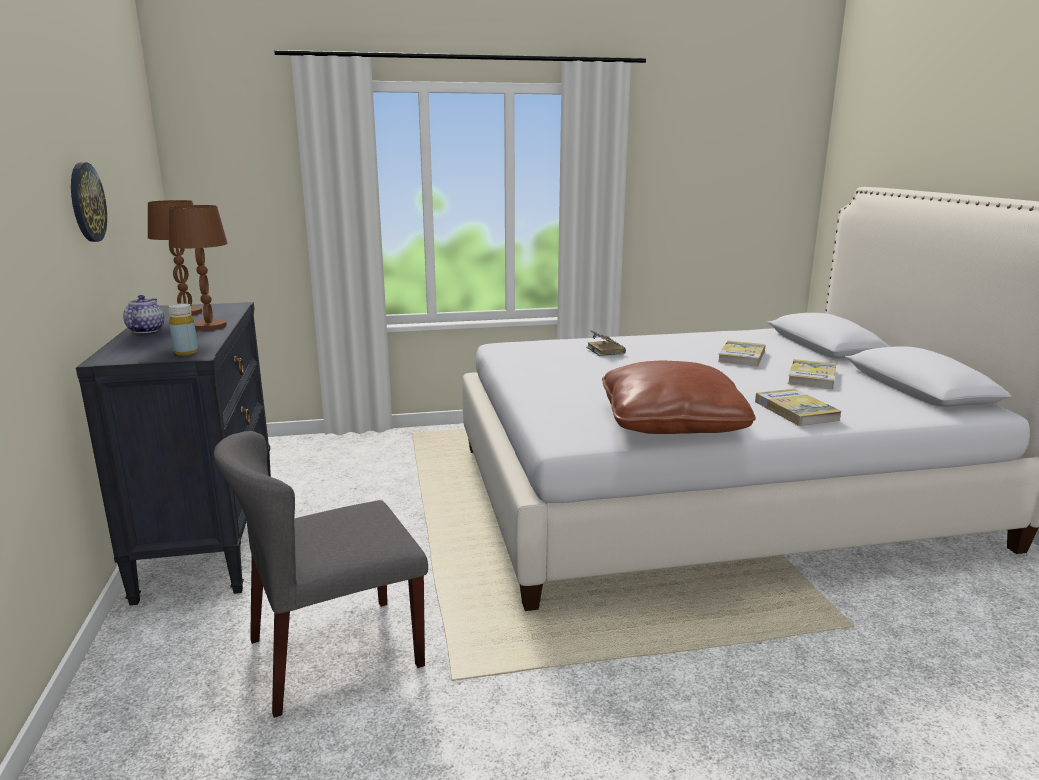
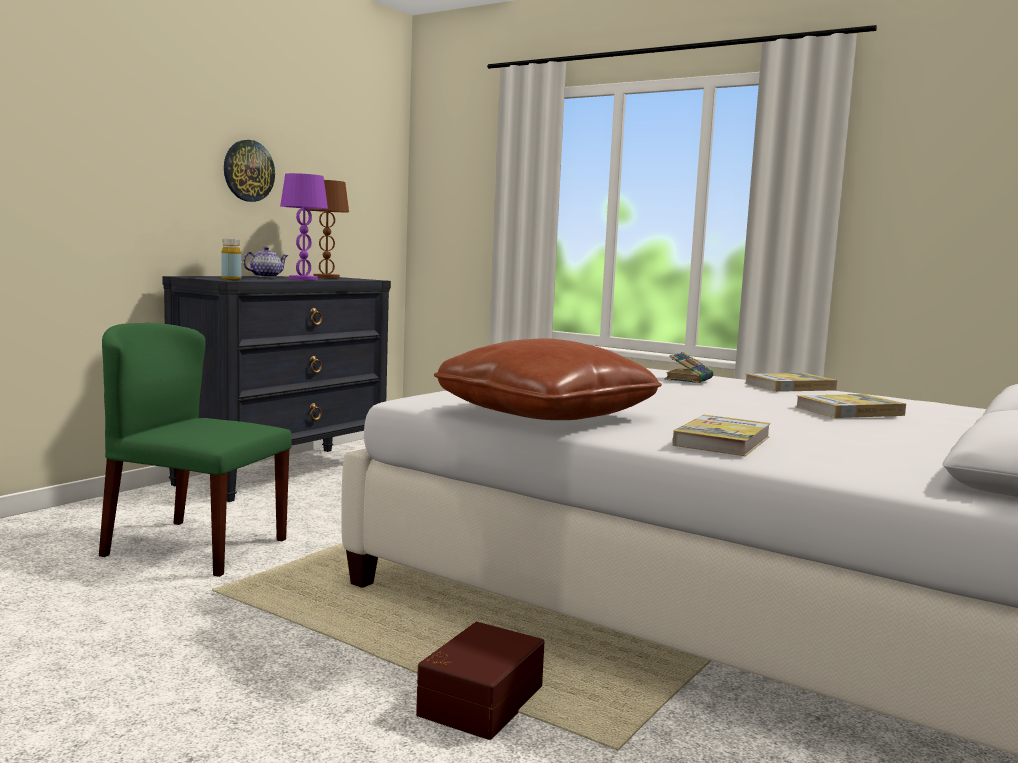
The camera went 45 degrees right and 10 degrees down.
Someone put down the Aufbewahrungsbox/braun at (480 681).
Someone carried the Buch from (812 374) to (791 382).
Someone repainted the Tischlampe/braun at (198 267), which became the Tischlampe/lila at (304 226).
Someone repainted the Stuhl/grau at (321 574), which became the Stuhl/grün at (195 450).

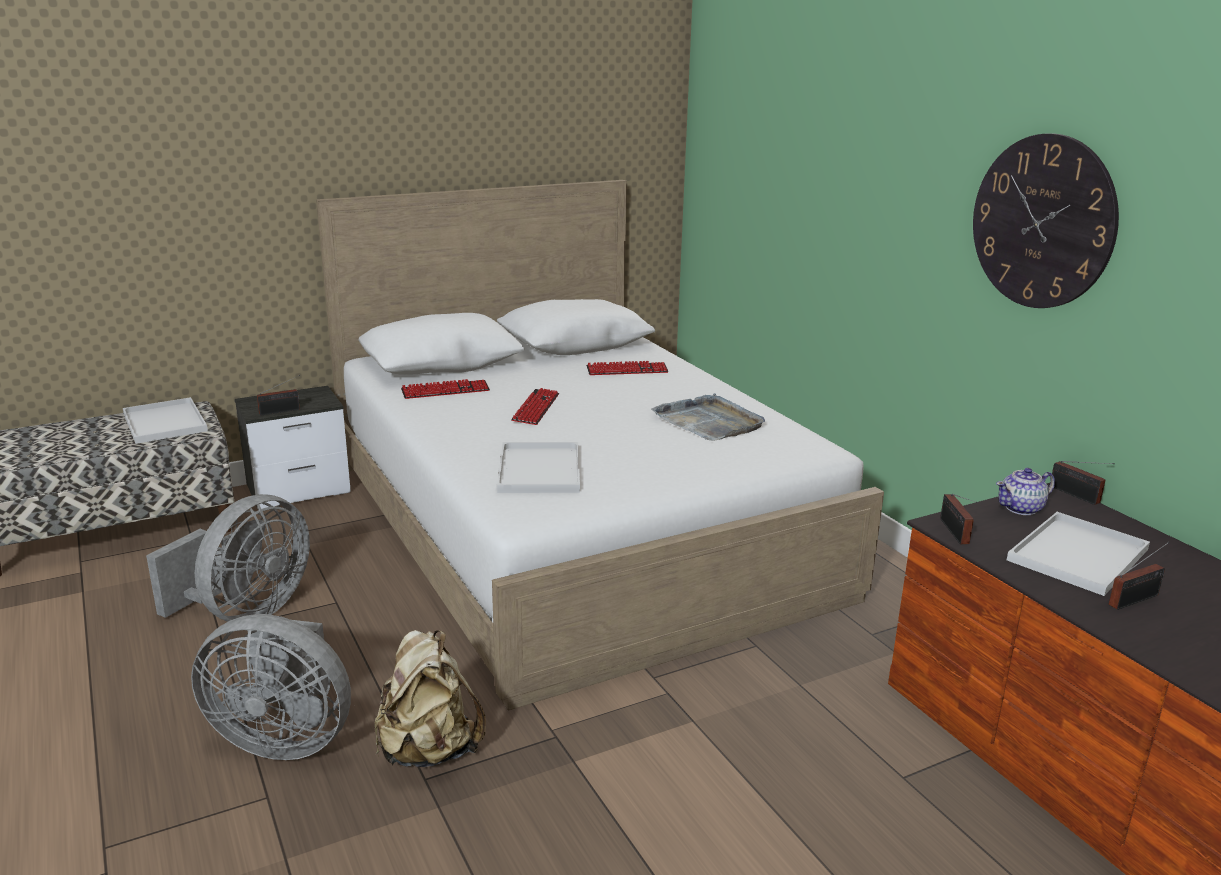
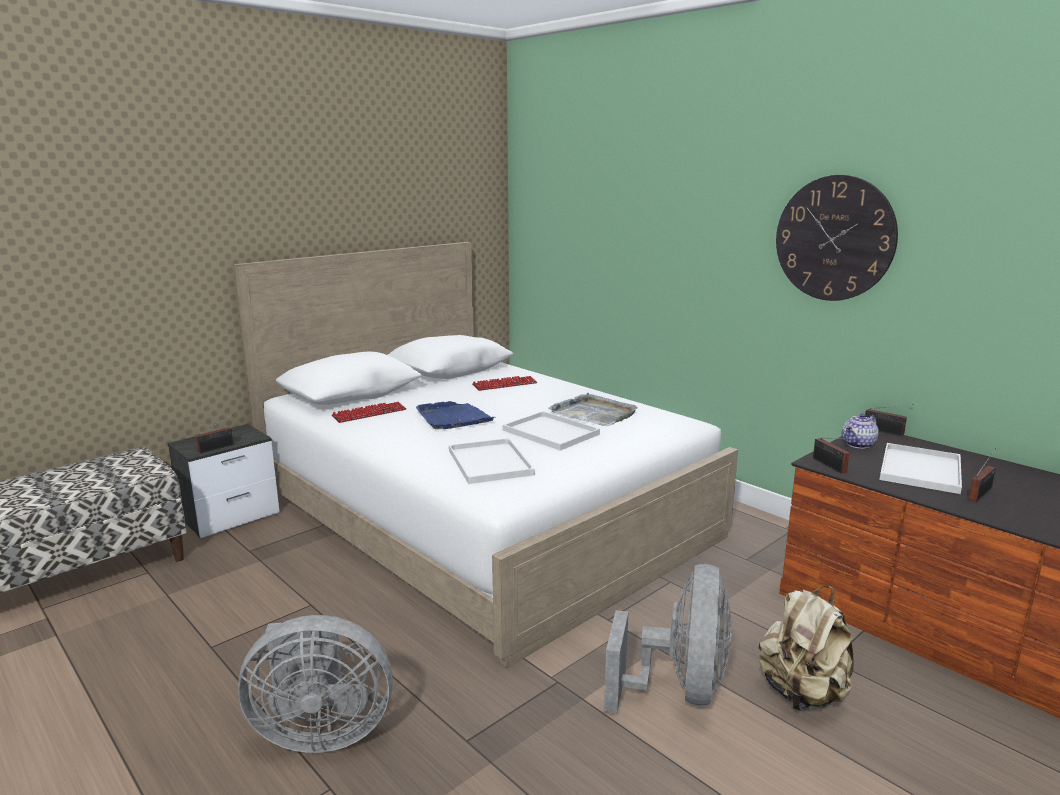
The camera went 15 degrees left and 5 degrees down.
Someone carried the Tablett/weiß from (165 420) to (551 431).
Someone carried the Ventilator/grau from (228 558) to (668 638).
Someone carried the Rucksack/beige from (430 698) to (806 648).
Someone swapped the Tastatur at (535 406) for the Tablett/blau at (455 415).

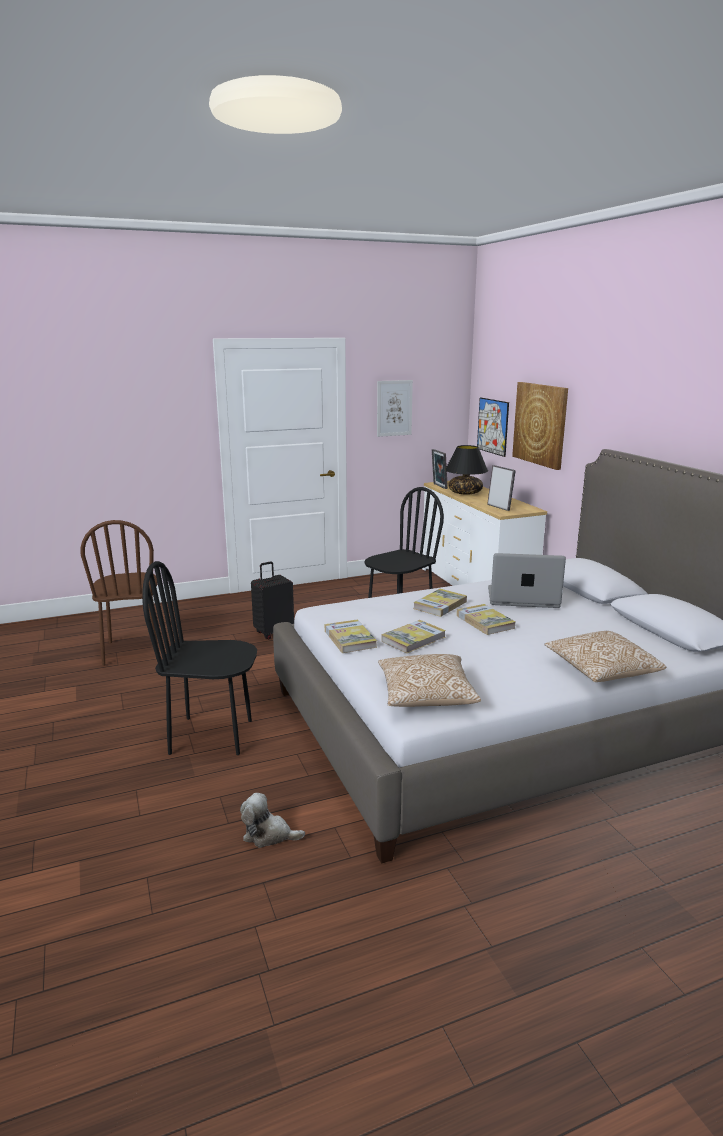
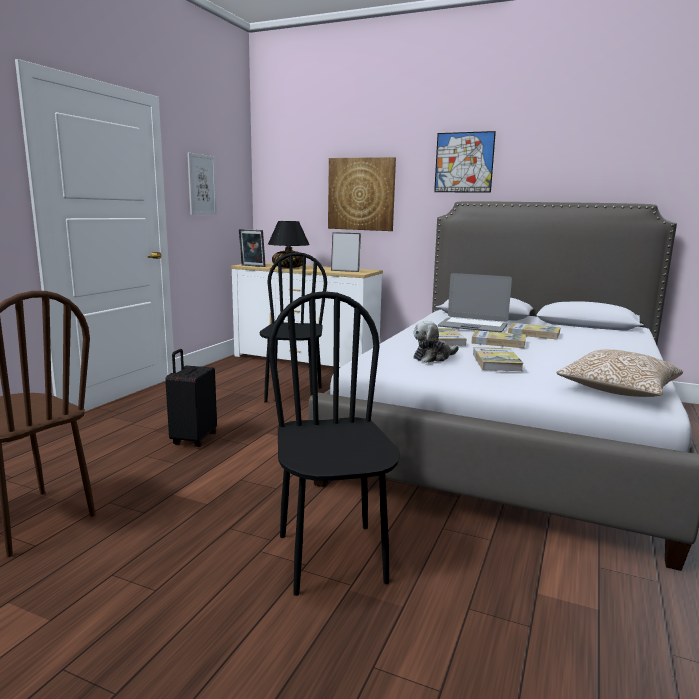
The camera went 45 degrees left and 5 degrees down.
Someone took away the Kissen at (605 656).
Someone carried the Plüschtier from (272 820) to (436 342).
Someone carried the Buch from (351 636) to (534 331).
Someone carried the Bild from (493 427) to (465 162).
Someone rotated the Stuhl/schwarz at (199 658) by 120 degrees clockwise.
Someone rotated the Laptop at (527 580) by 120 degrees counterclockwise.

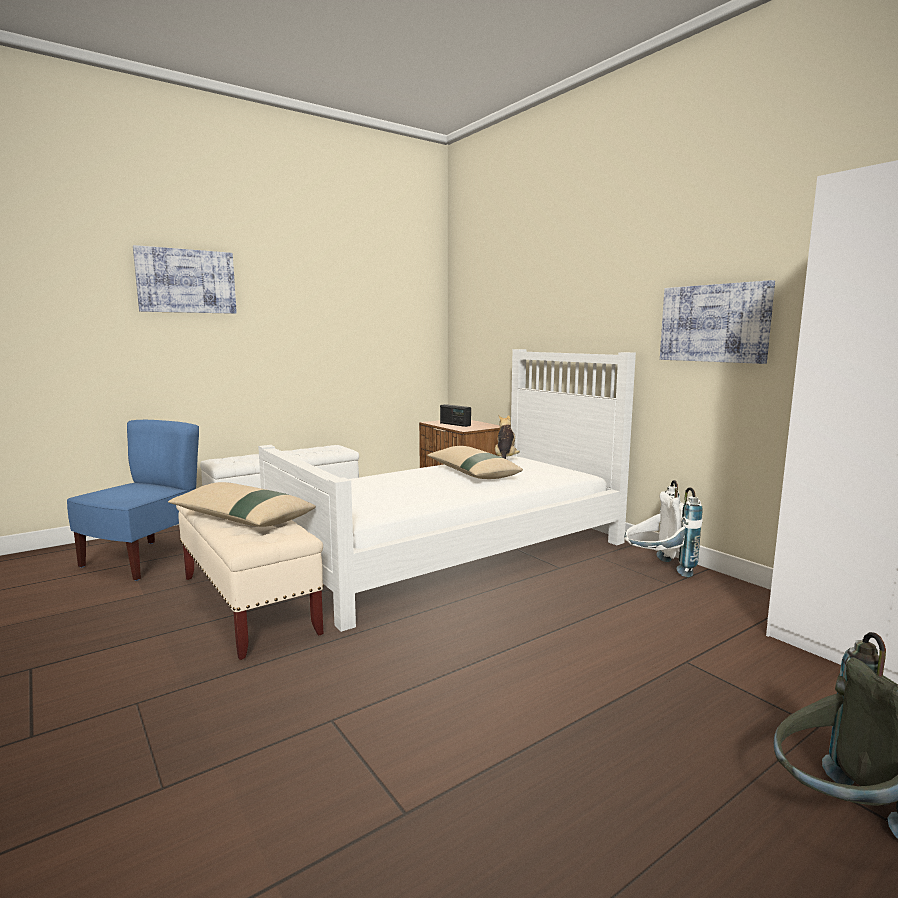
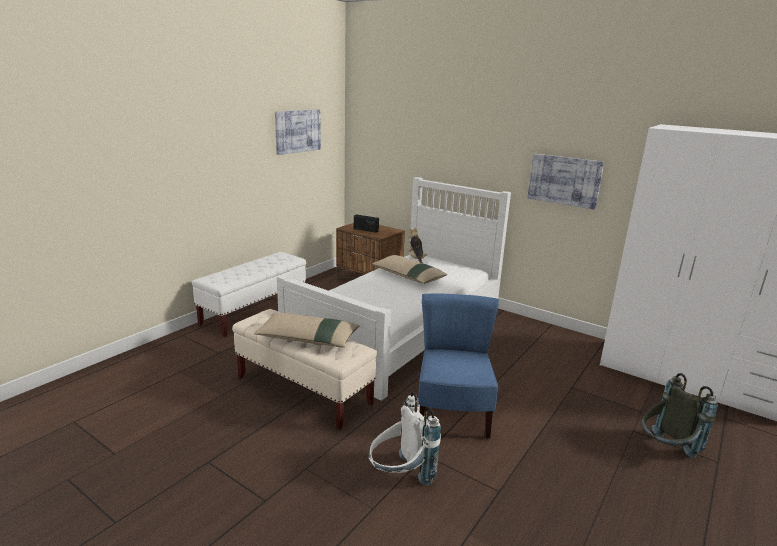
The camera went 20 degrees left and 10 degrees up.
Someone carried the Stuhl/blau from (133 500) to (458 366).
Someone carried the Bild from (185 279) to (298 132).
Someone carried the Rucksack/weiß from (663 528) to (404 439).

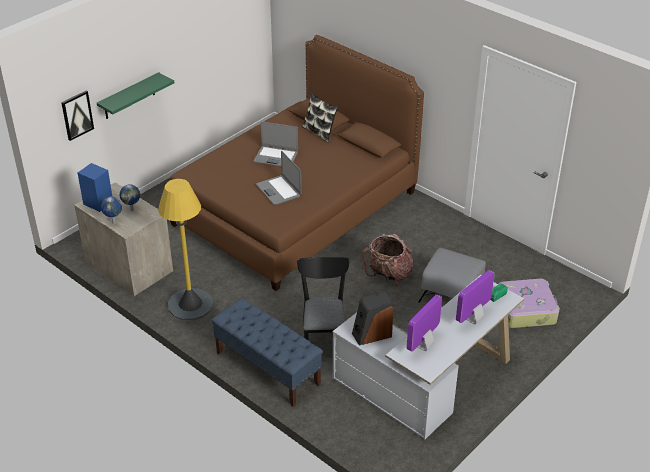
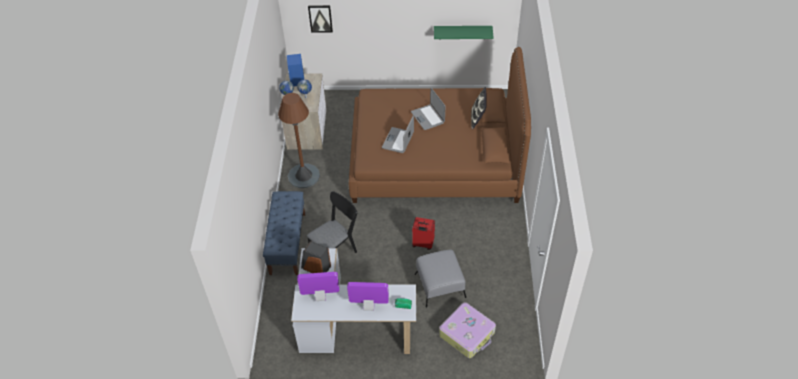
The camera went 50 degrees right and 10 degrees up.
Someone carried the Wandregal/grün from (135 95) to (464 32).
Someone swapped the Rucksack at (387 260) for the Koffer/rot at (423 233).
Someone repainted the Stehlampe/gelb at (185 249), which became the Stehlampe/braun at (299 140).

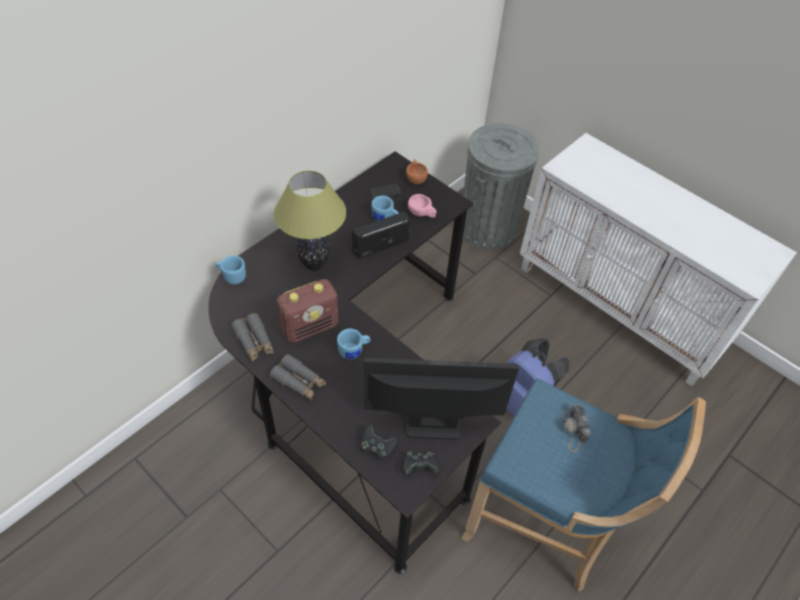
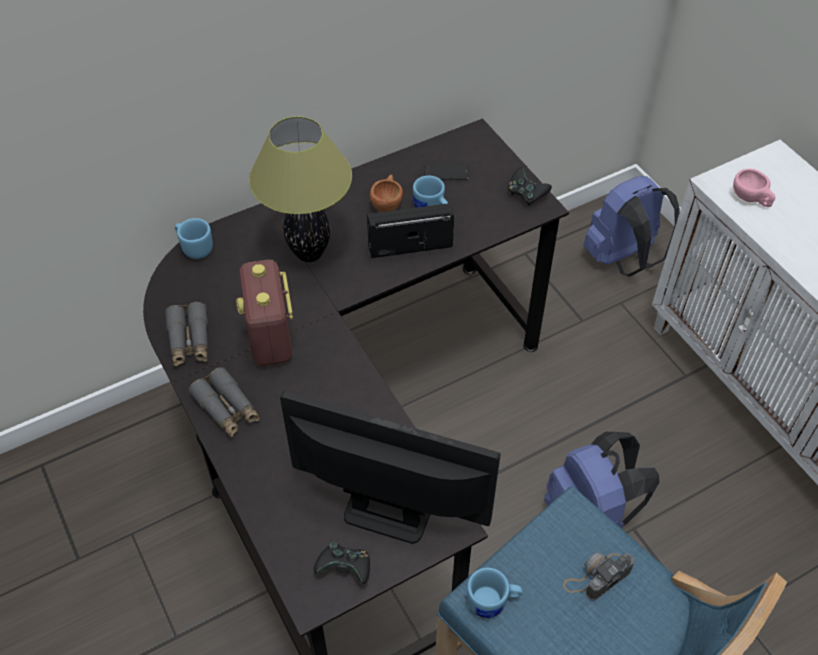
The camera went 20 degrees right and 0 degrees up.
Someone carried the Henkelbecher/blau from (354 344) to (495 593).
Someone carried the Gamepad/schwarz from (380 442) to (529 186).
Someone carried the Tasse/braun from (417 172) to (386 193).
Someone carried the Tasse/rosa from (422 206) to (754 188).
Someone swapped the Mülleimer/grau at (501 186) for the Rucksack/blau at (631 226).
Someone rotated the Radio at (308 311) by 90 degrees clockwise.
Someone rotated the Kamera at (576 428) by 45 degrees clockwise.

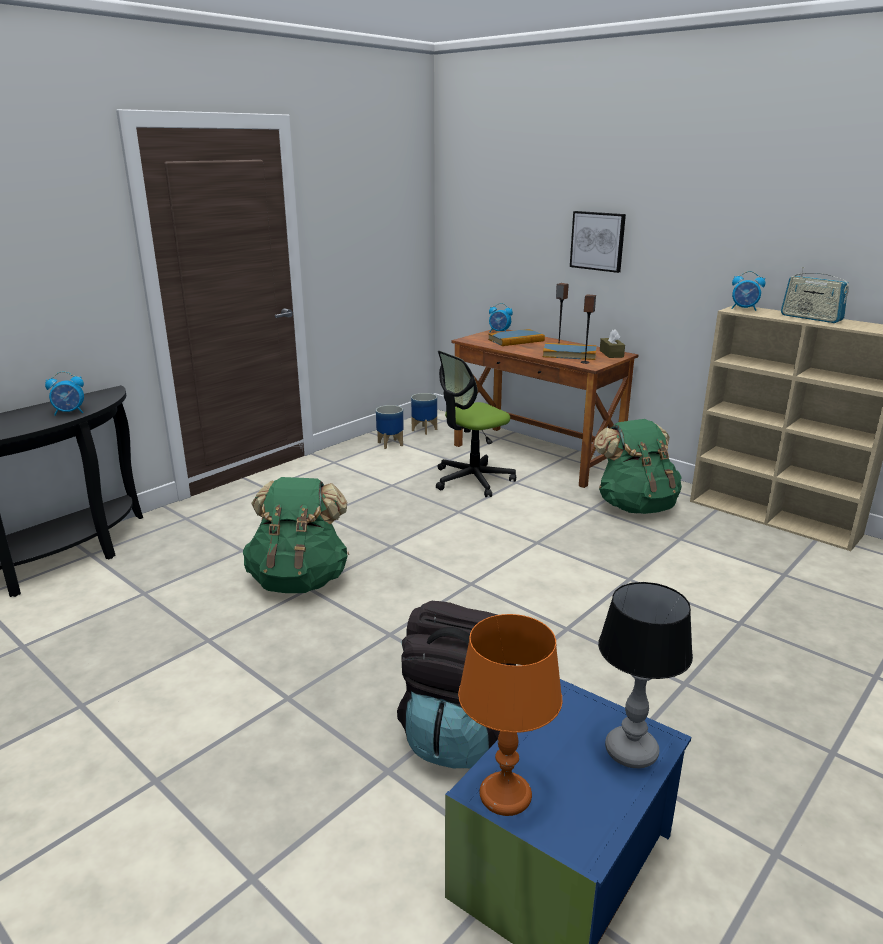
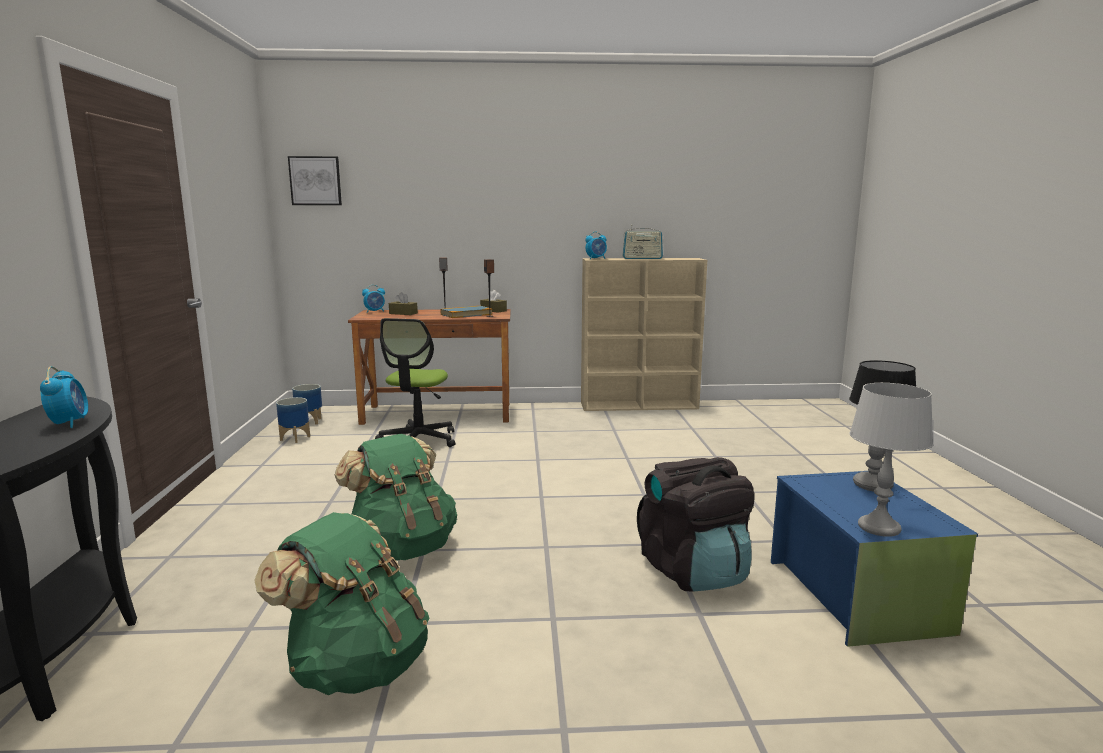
The camera went 45 degrees left and 10 degrees down.
Someone carried the Bild from (598 242) to (315 180).
Someone carried the Rucksack/grün from (638 466) to (341 603).
Someone swapped the Buch at (516 337) for the Taschentuchbox/braun at (403 303).
Someone repainted the Tischlampe/orange at (510 715), which became the Tischlampe/grau at (892 460).
Someone rotated the Wecker at (64 393) by 45 degrees counterclockwise.

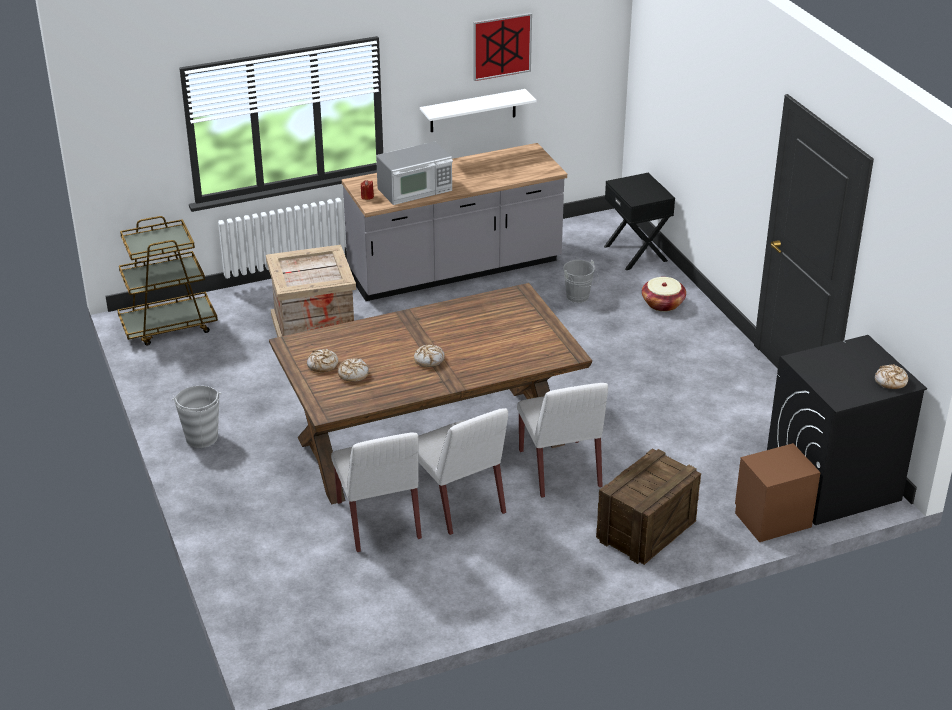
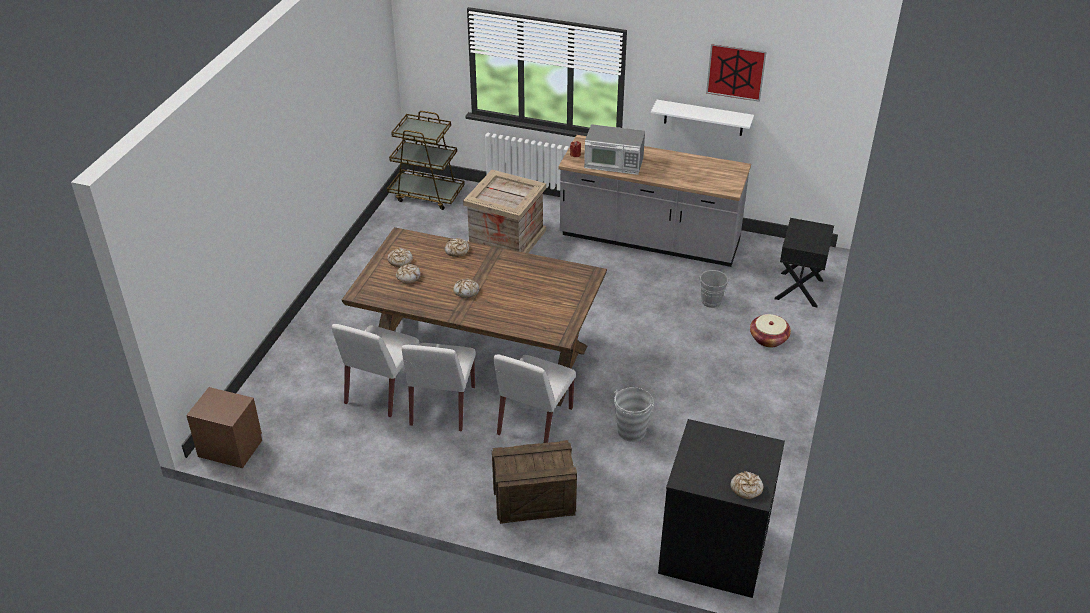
The camera went 40 degrees right and 5 degrees up.
Someone put down the Brot at (457 247).
Someone carried the Eimer/grau from (196 417) to (634 414).
Someone carried the Nachttisch/braun from (778 492) to (224 427).

